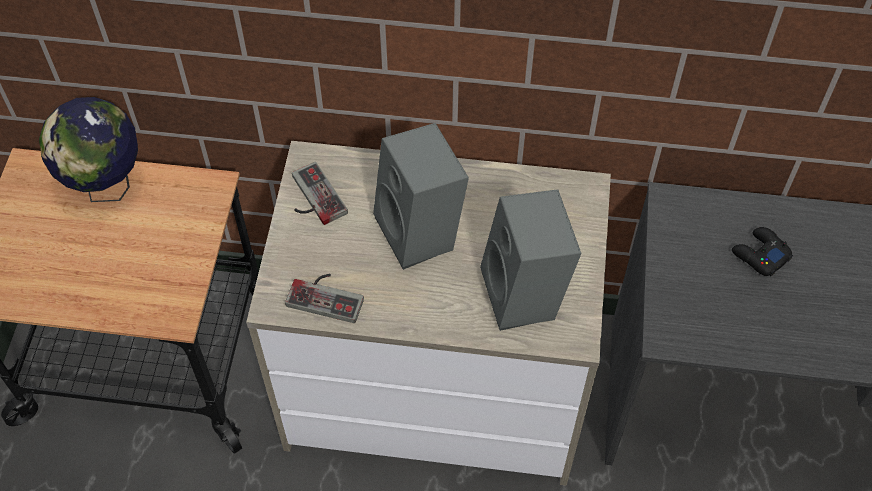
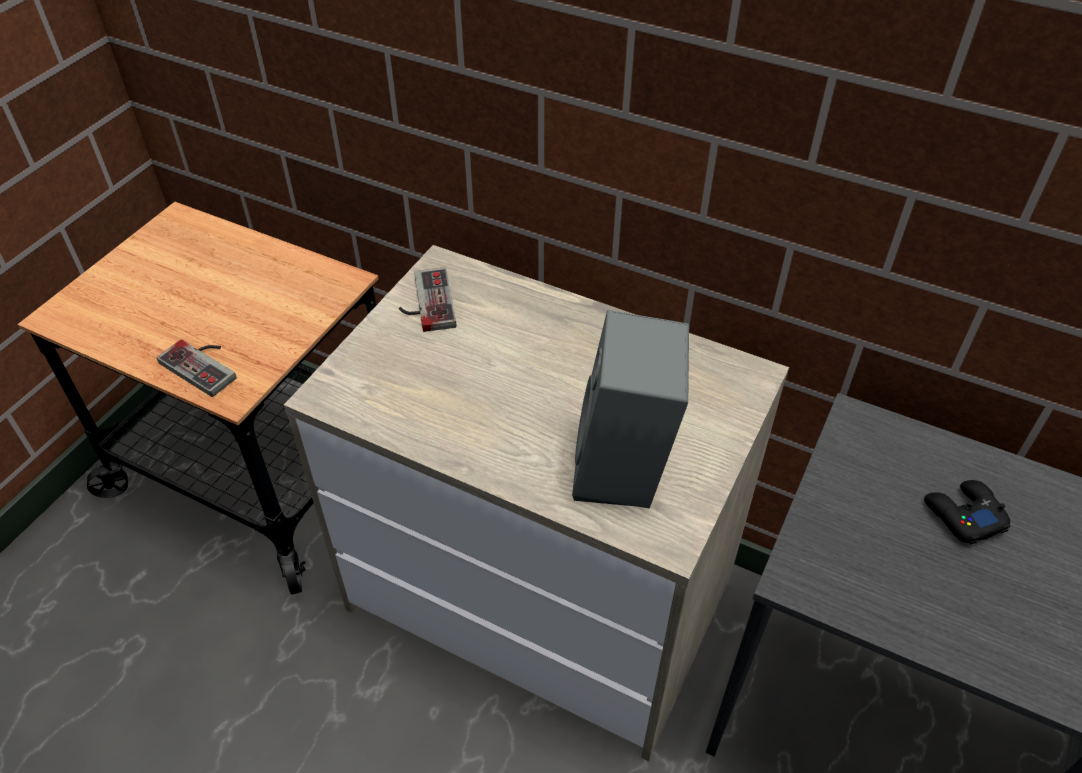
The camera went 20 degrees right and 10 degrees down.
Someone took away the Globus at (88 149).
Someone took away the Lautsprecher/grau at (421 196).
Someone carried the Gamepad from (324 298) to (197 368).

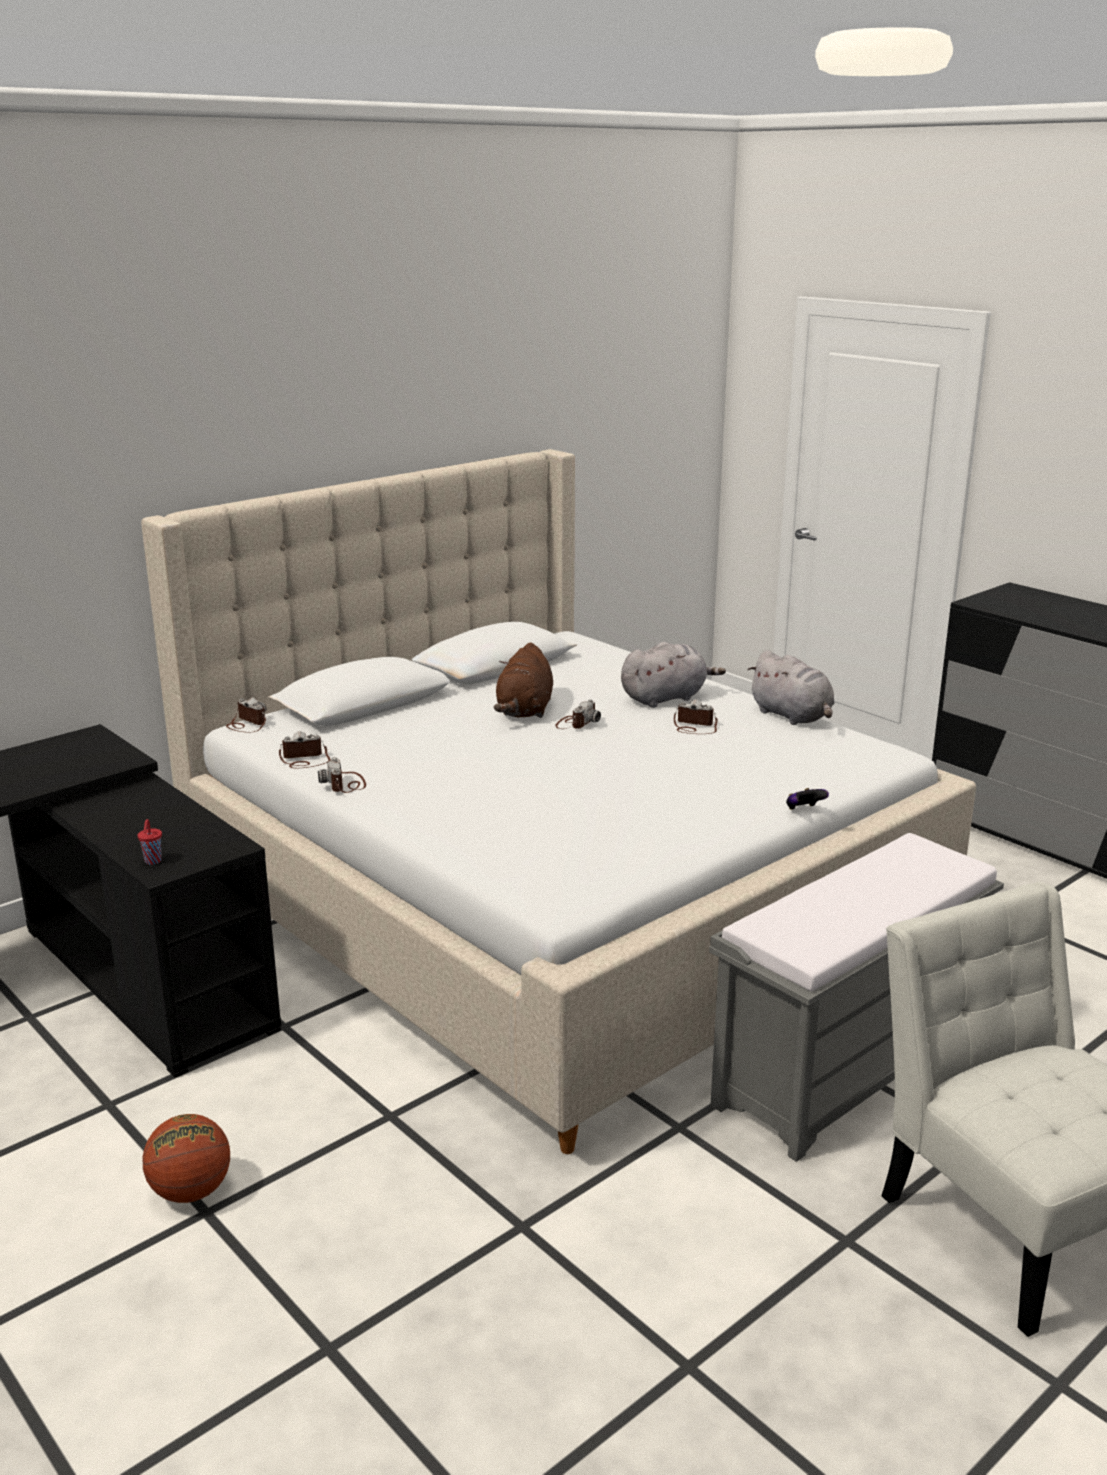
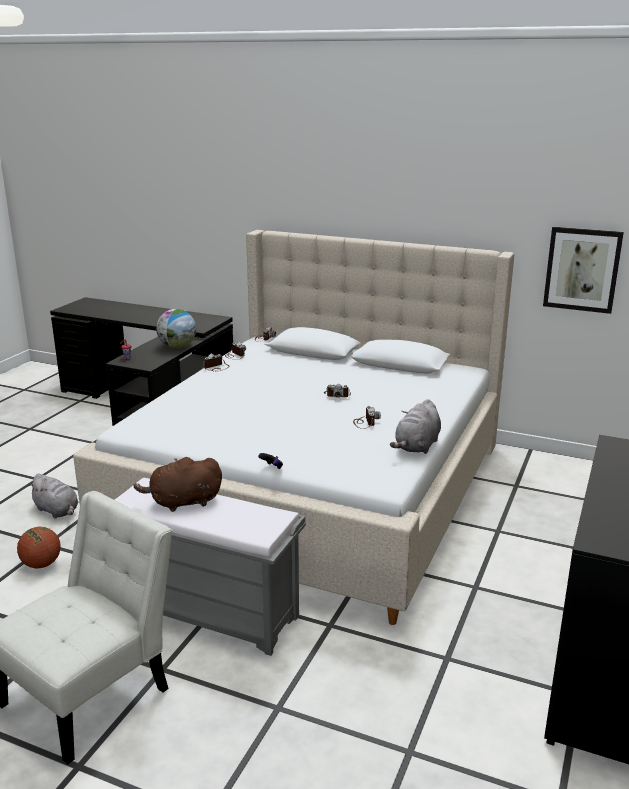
The camera went 65 degrees right and 0 degrees up.
Someone put down the Globus at (176 328).
Someone put up the Bild at (583 270).
Someone carried the Basketball from (186 1158) to (39 547).
Someone carried the Plüschtier/braun from (523 680) to (177 484).
Someone carried the Plüschtier/grau from (673 675) to (53 496).

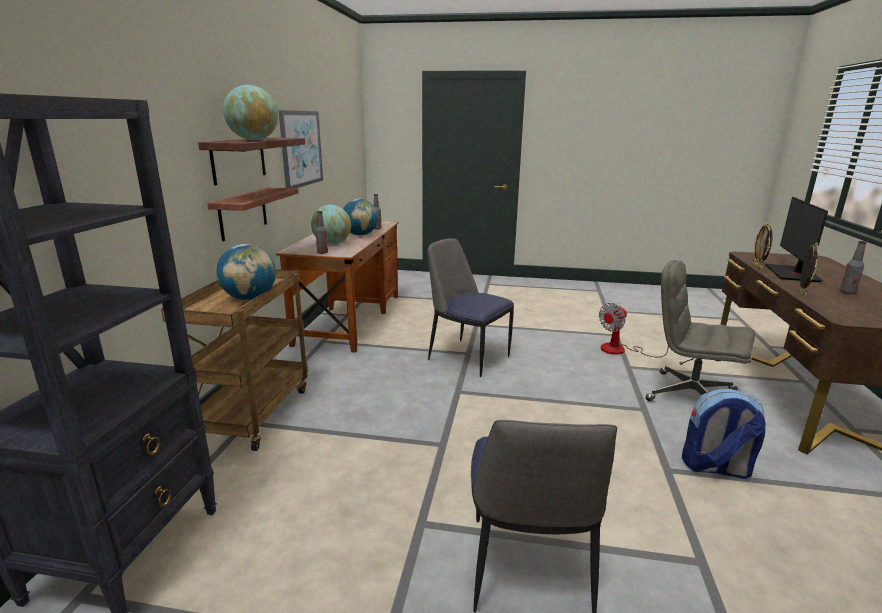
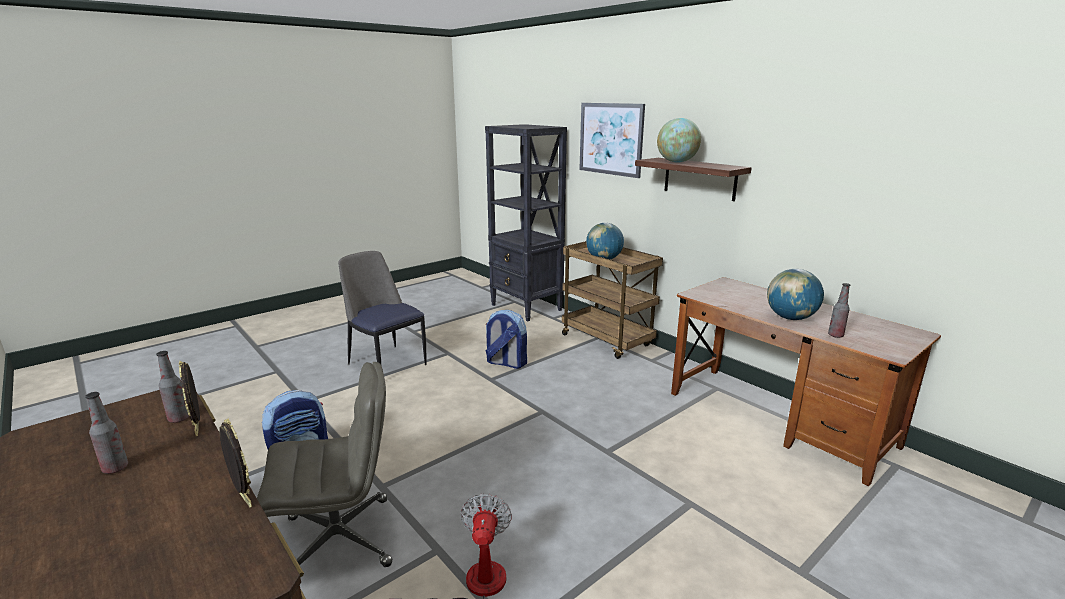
The camera went 130 degrees right and 0 degrees up.
Someone took away the Wandregal at (253 214).
Someone took away the Globus at (331 225).
Someone took away the Stuhl at (470 307).
Someone took away the Monitor at (796 239).
Someone put down the Rucksack at (506 339).
Someone carried the Bild from (300 149) to (612 140).
Someone carried the Flasche from (322 232) to (172 387).

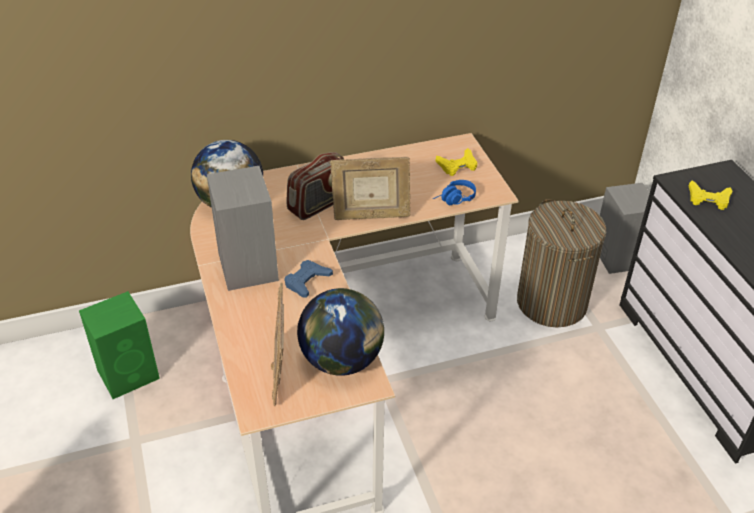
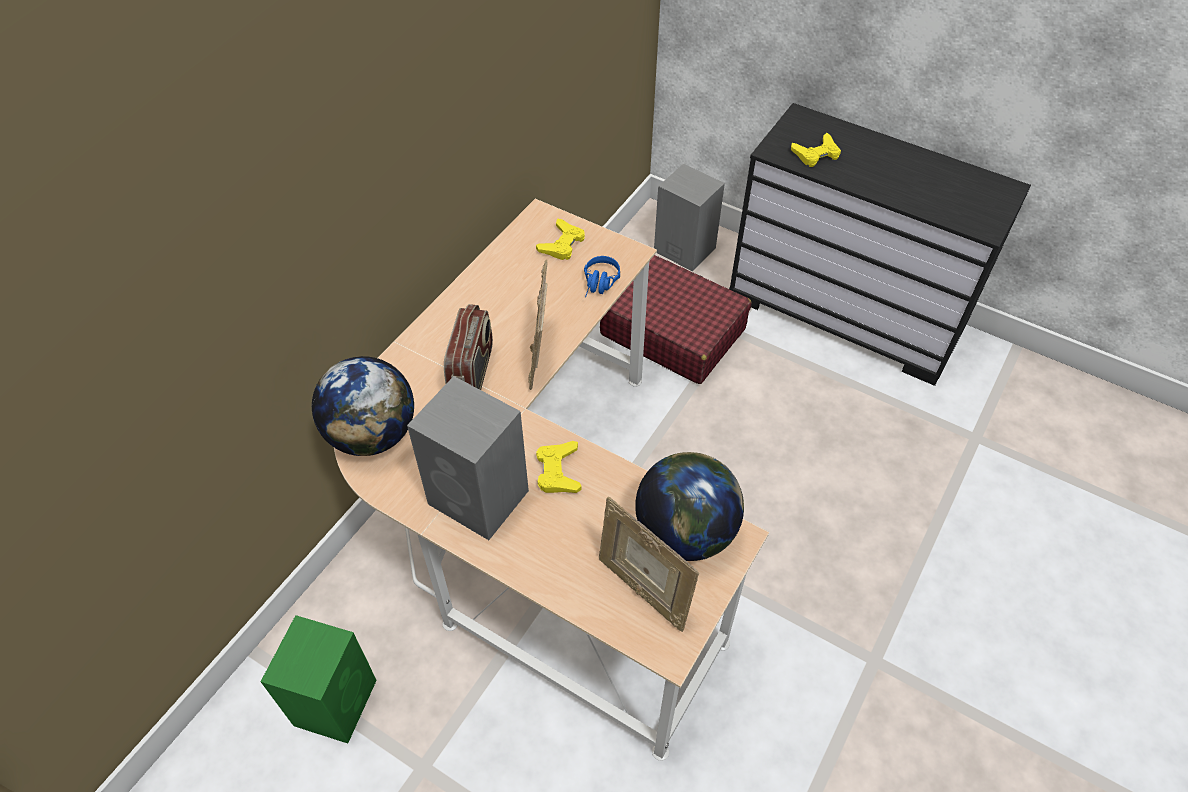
The camera went 40 degrees left and 10 degrees up.
Someone swapped the Wäschekorb at (561 263) for the Koffer/rot at (675 319).
Someone repainted the Gamepad/blau at (308 279), which became the Gamepad/gelb at (558 467).
Someone rotated the Bilderrahmen at (370 188) by 135 degrees clockwise.

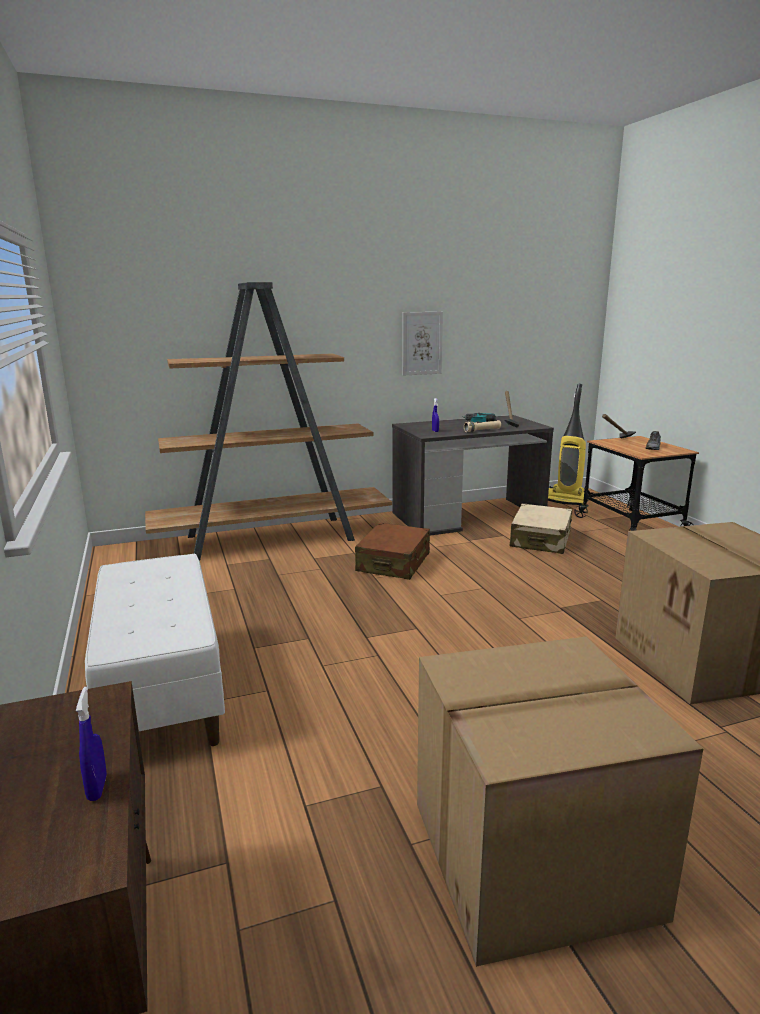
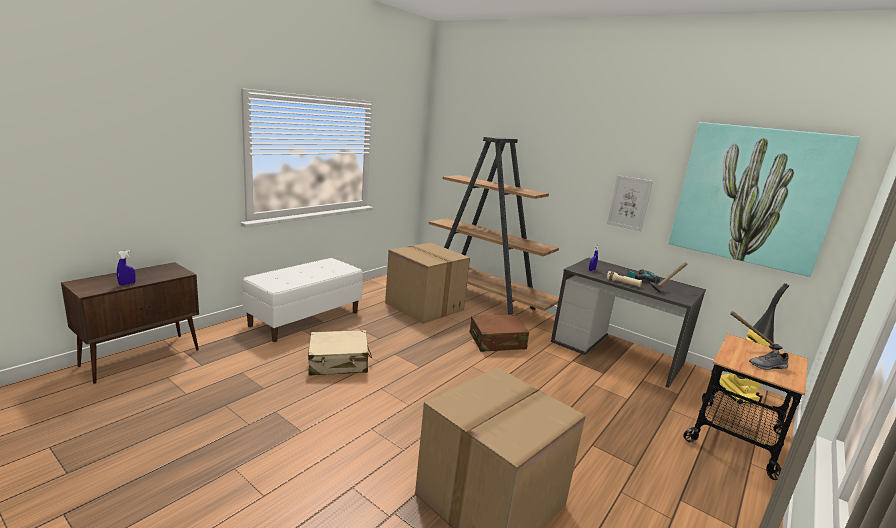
The camera went 55 degrees right and 0 degrees up.
Someone put up the Bild at (764 199).
Someone carried the Karton from (560 802) to (427 283).
Someone carried the Koffer/beige from (541 529) to (340 353).

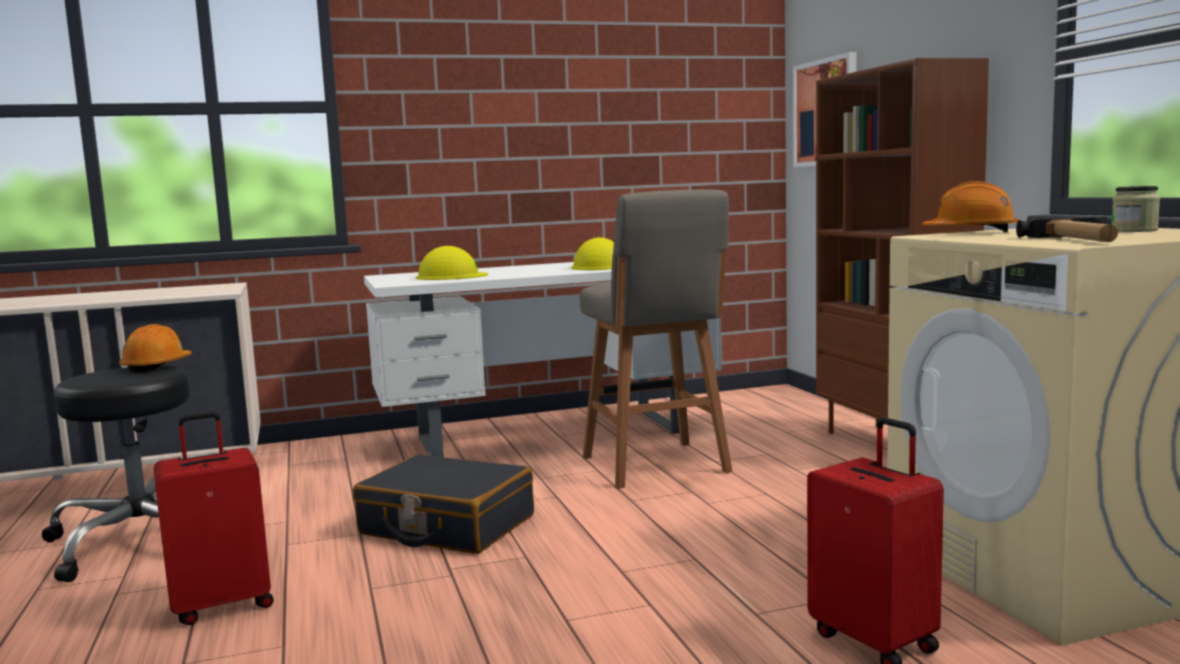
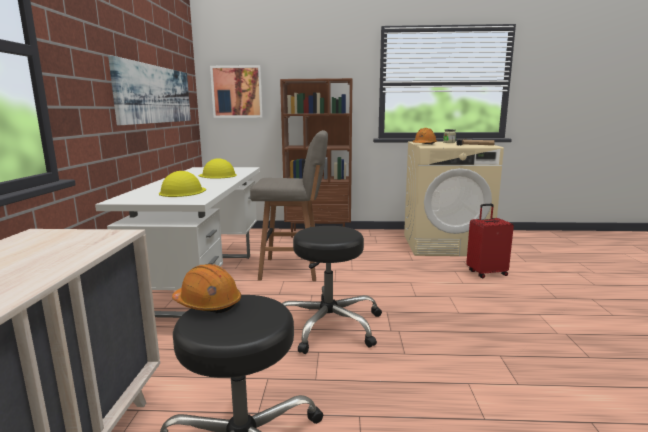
The camera went 70 degrees left and 5 degrees up.
Someone took away the Koffer/rot at (214 518).
Someone put up the Bild at (149 90).
Someone swapped the Koffer/schwarz at (443 504) for the Hocker/schwarz at (332 290).

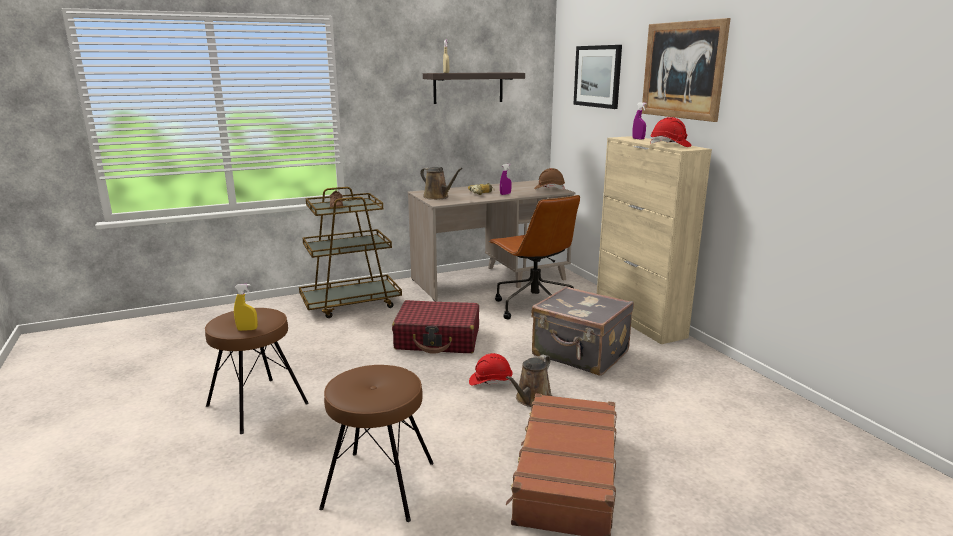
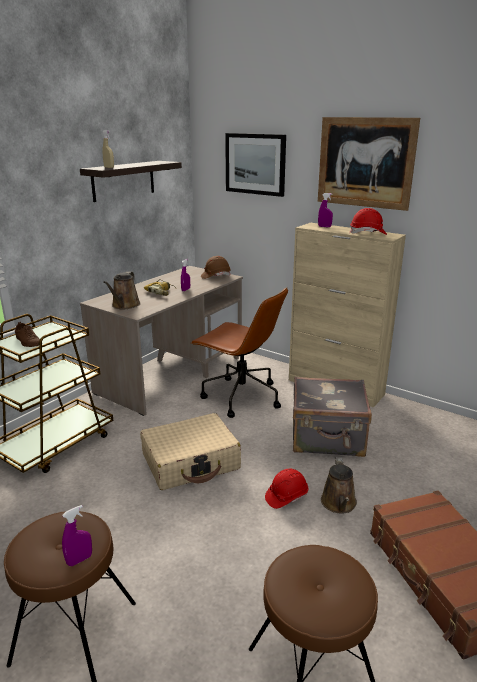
The camera went 30 degrees left and 5 degrees up.
Someone repainted the Sprühflasche/gelb at (246 307), which became the Sprühflasche/lila at (77 535).
Someone repainted the Koffer/rot at (435 327), which became the Koffer/beige at (190 451).
Someone rotated the Gießkanne/braun at (441 183) by 90 degrees clockwise.

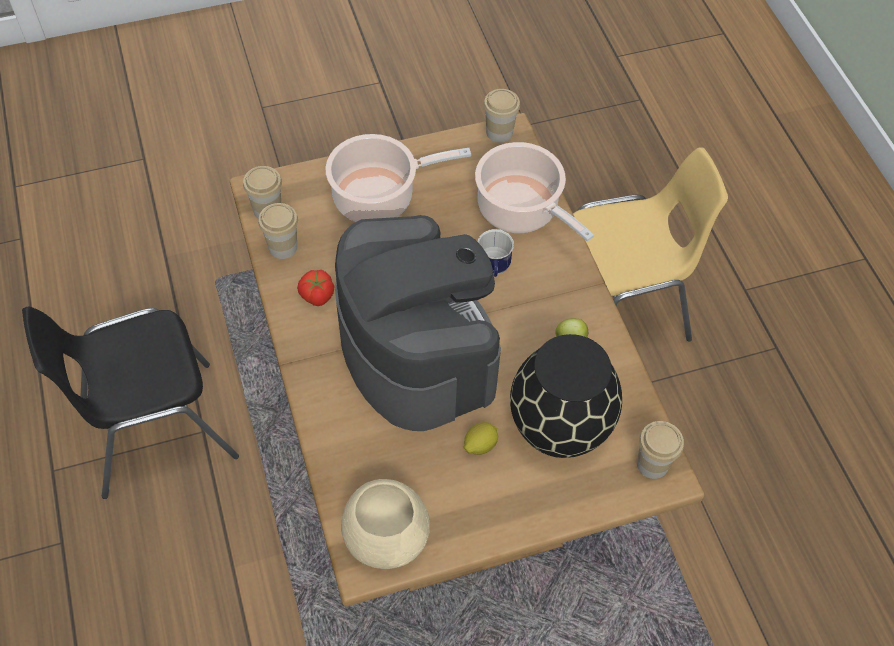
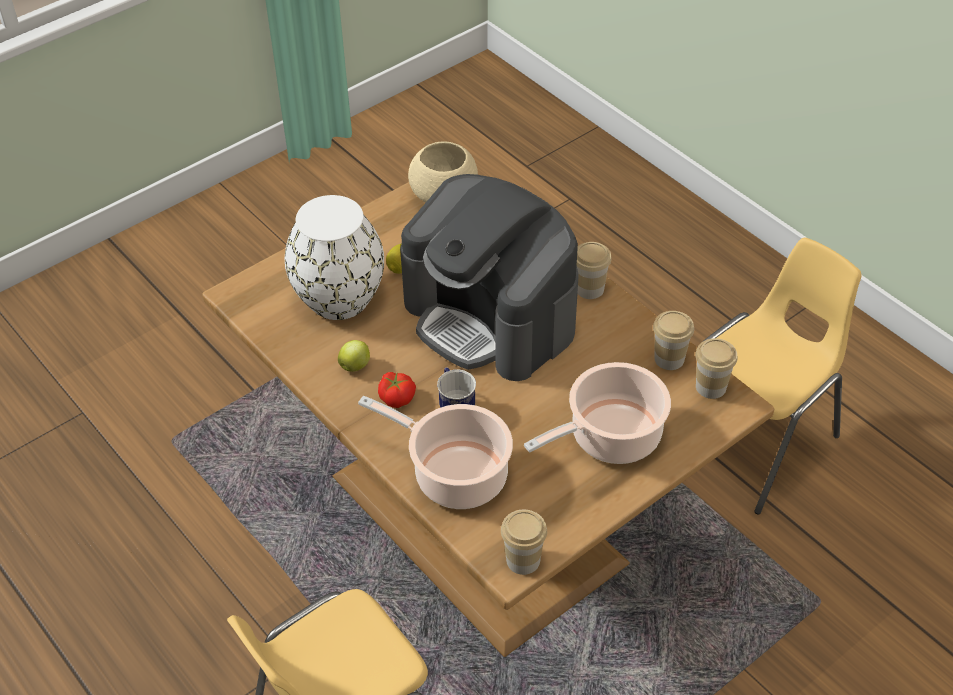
The camera went 160 degrees right and 10 degrees down.
Someone carried the Tomate from (316 288) to (397 390).
Someone carried the Tasse from (660 450) to (594 270).
Someone repainted the Stuhl/schwarz at (130 402), which became the Stuhl/gelb at (782 376).
Someone repainted the Vase/schwarz at (566 396), which became the Vase/weiß at (334 257).

